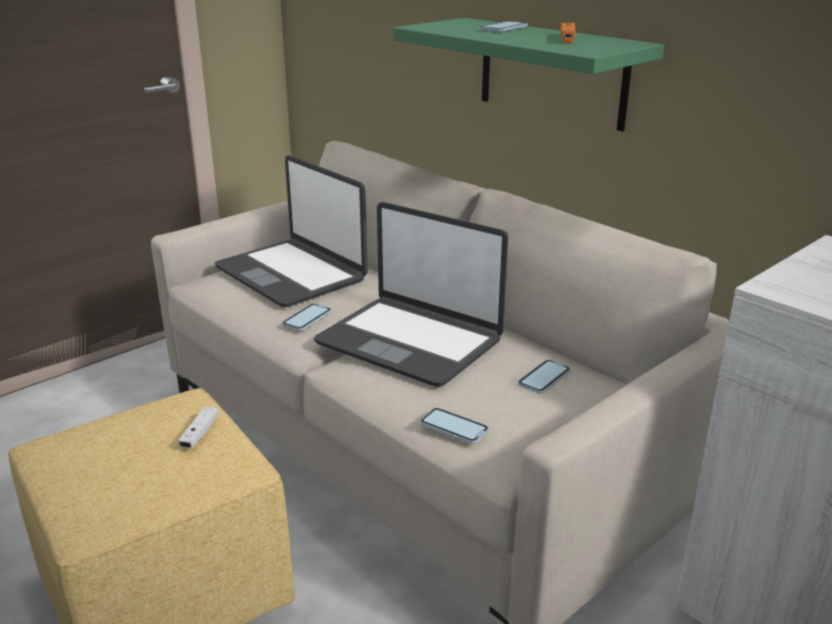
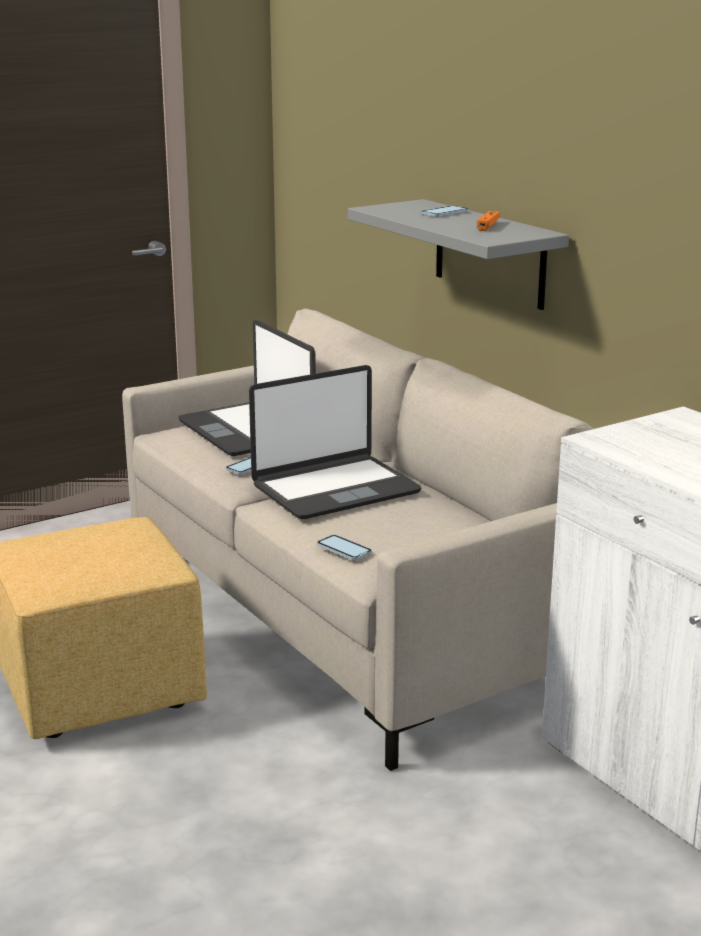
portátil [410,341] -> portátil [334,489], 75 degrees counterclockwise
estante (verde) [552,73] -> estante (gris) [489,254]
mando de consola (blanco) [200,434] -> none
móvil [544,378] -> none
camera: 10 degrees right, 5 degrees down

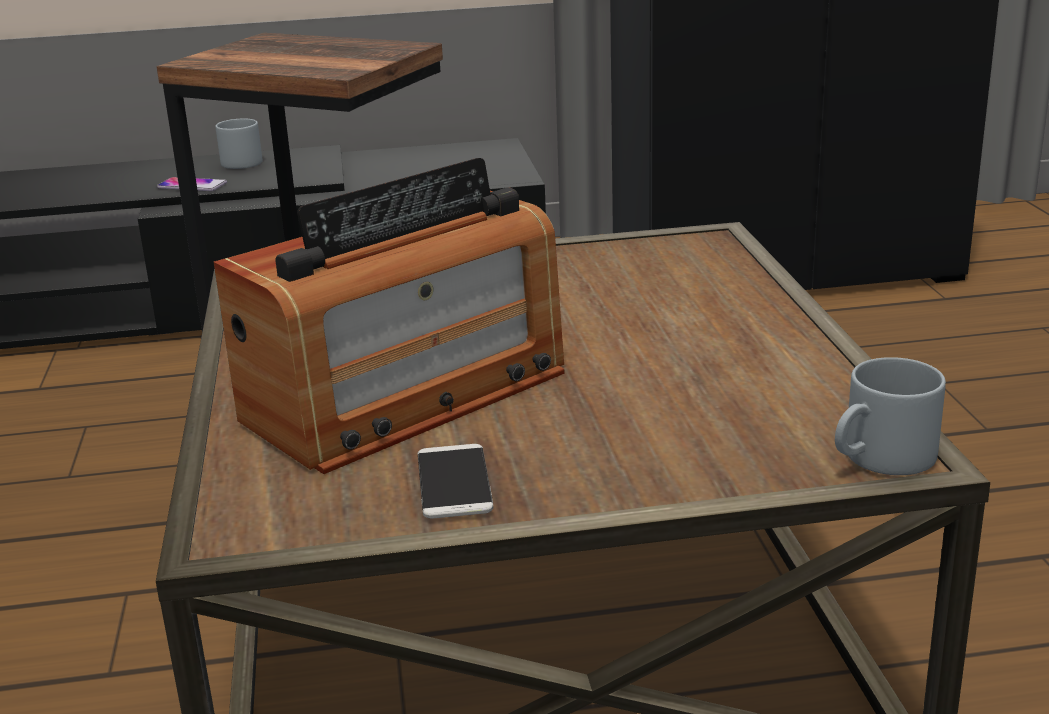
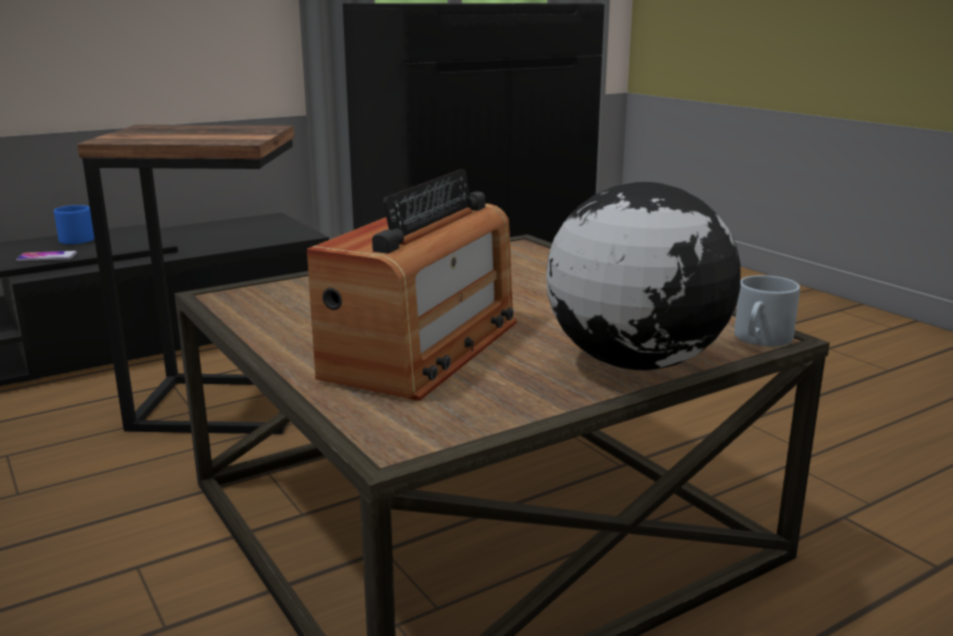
taza grande (gris) [241,161] -> taza grande (azul) [74,239]
none -> globo terráqueo [634,362]
móvil [454,482] -> none
camera: 25 degrees left, 5 degrees down

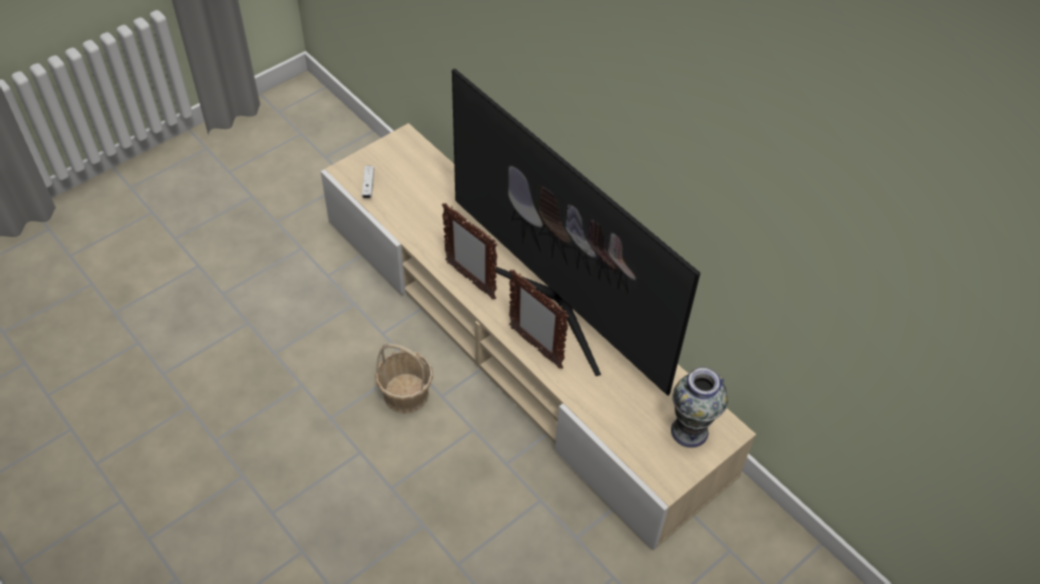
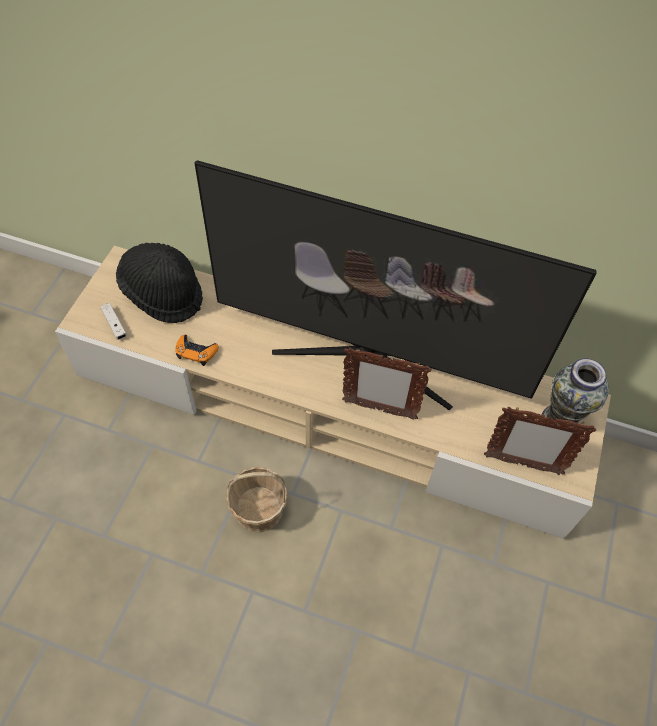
none -> sombrero (negro) [163,293]
none -> mando de consola (naranja) [196,352]
portarretratos [470,280] -> portarretratos [522,464], moved
camera: 30 degrees left, 5 degrees up

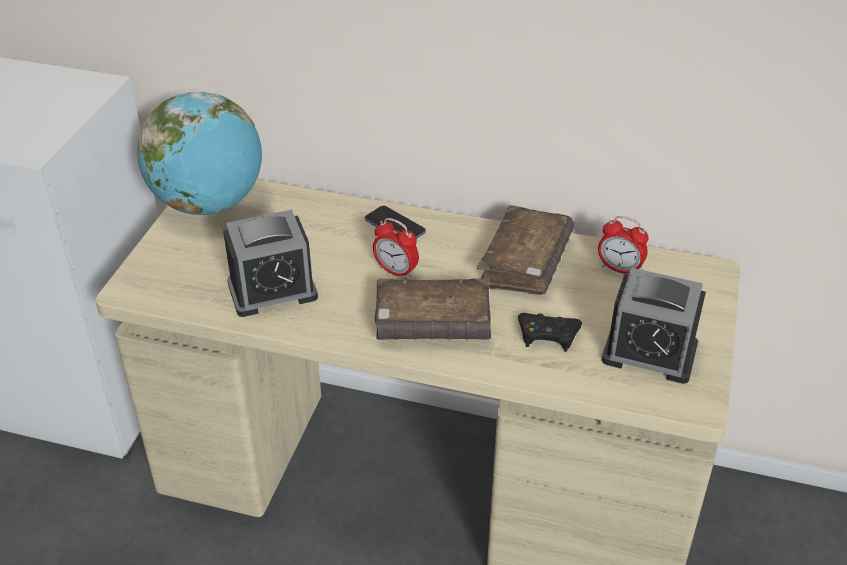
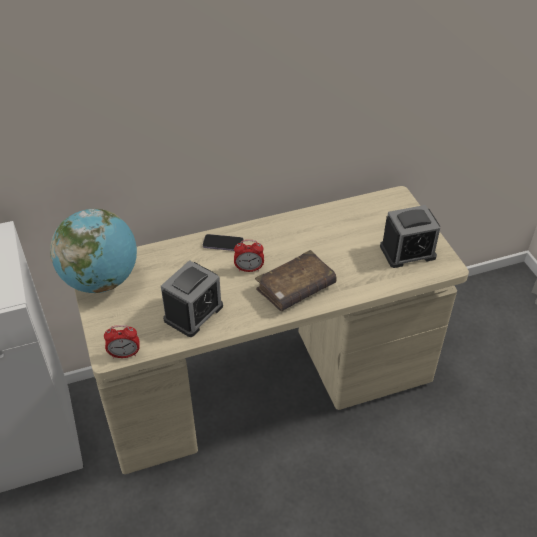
despertador [619,269] -> despertador [124,354], moved
libro (marrón) [525,263] -> none
mando de consola (negro) [548,335] -> none
camera: 35 degrees left, 5 degrees up

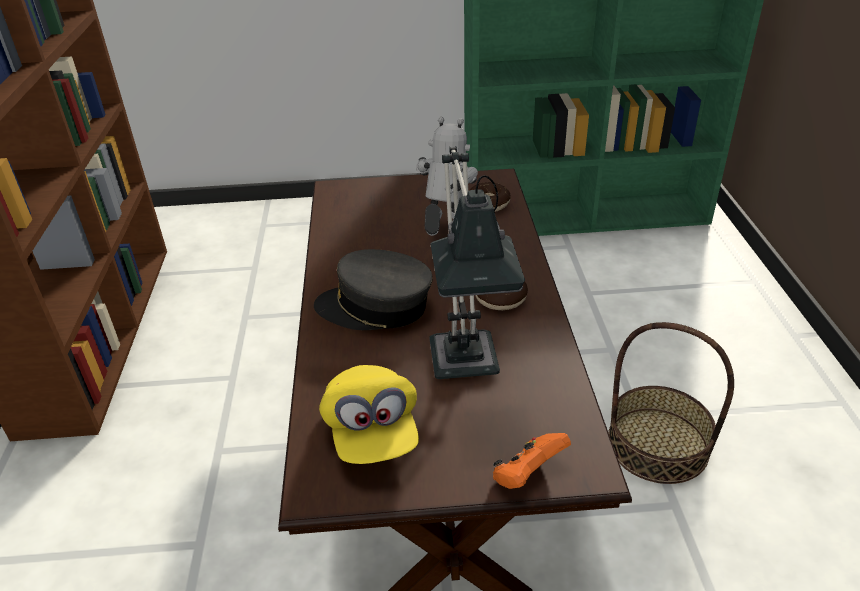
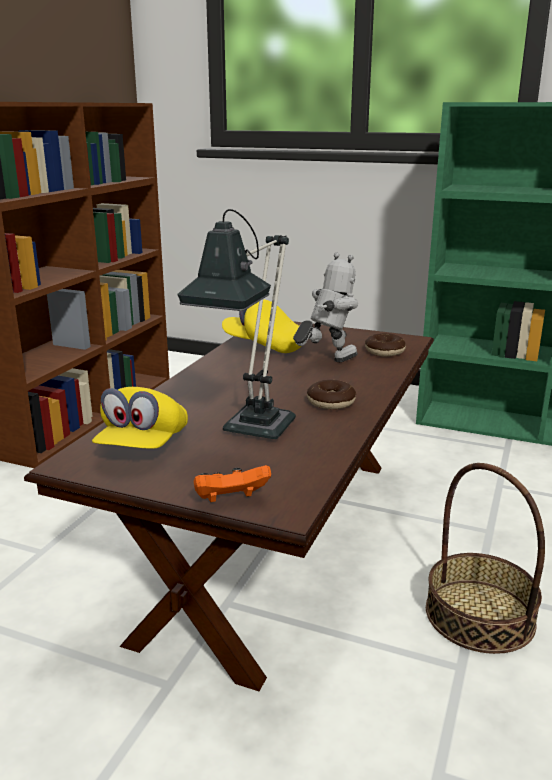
none -> gorra (amarillo) [263,345]
gorra (gris) [375,307] -> none
camera: 25 degrees right, 15 degrees down

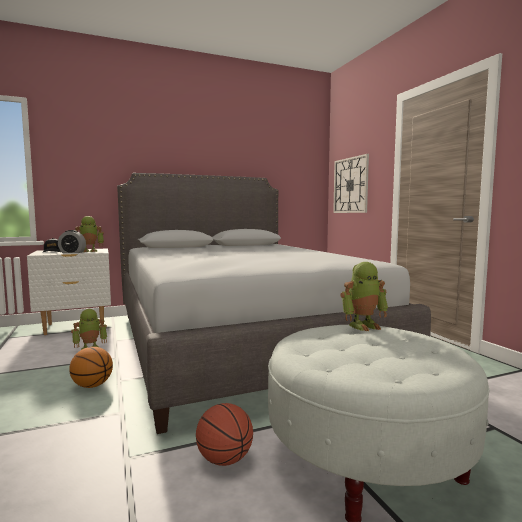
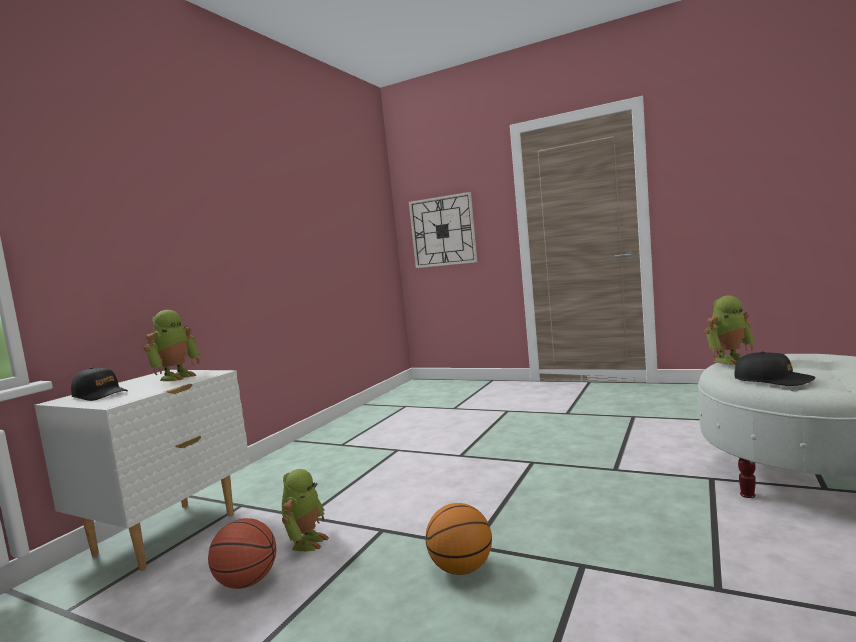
balón de baloncesto [224,460] -> balón de baloncesto [247,582], moved
robot de juguete [363,325] -> robot de juguete [730,360], 45 degrees clockwise
none -> gorra (negro) [772,380]
despertador [72,252] -> none
cama (gris) [239,340] -> none
camera: 40 degrees left, 0 degrees up

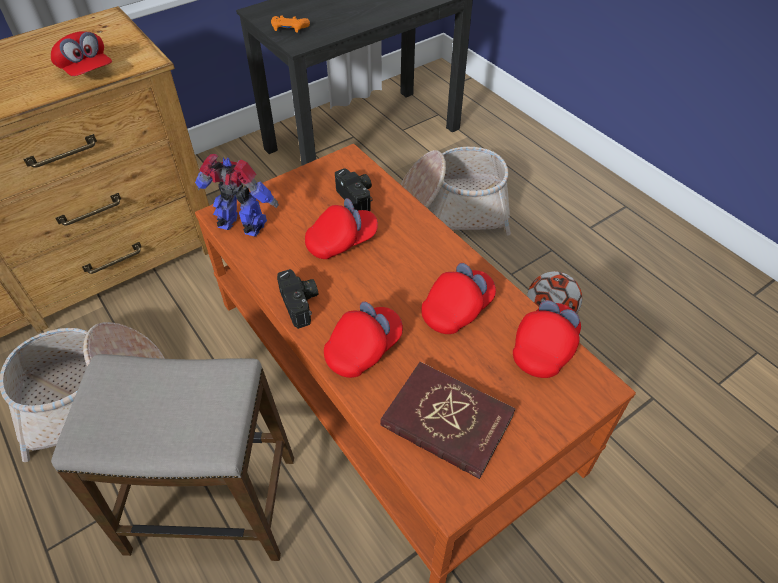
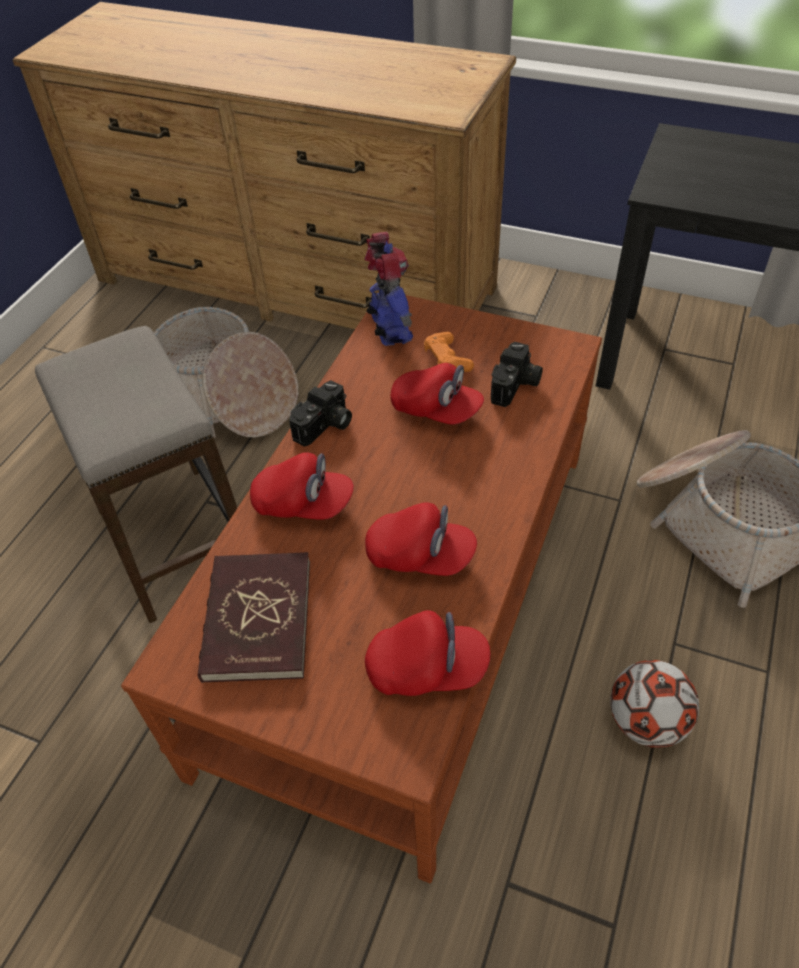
mando de consola (naranja) [289,29] -> mando de consola (naranja) [447,359], moved
gorra (rojo) [86,71] -> none
camera: 60 degrees right, 0 degrees up

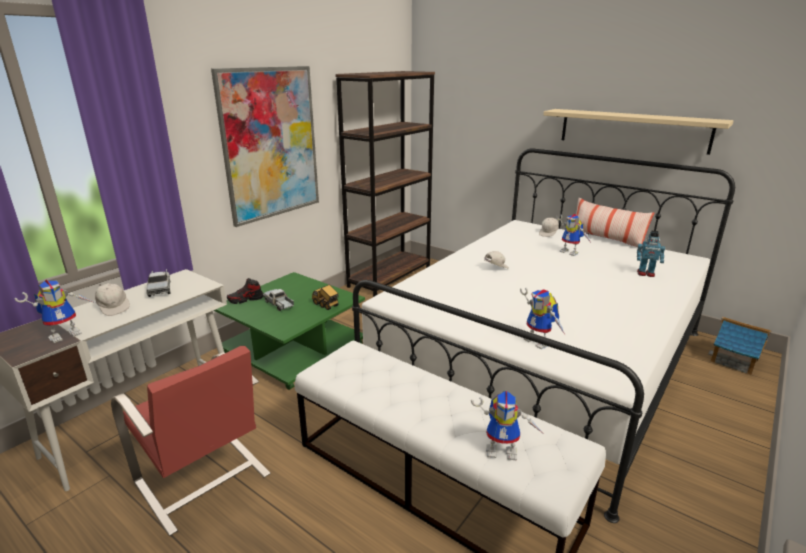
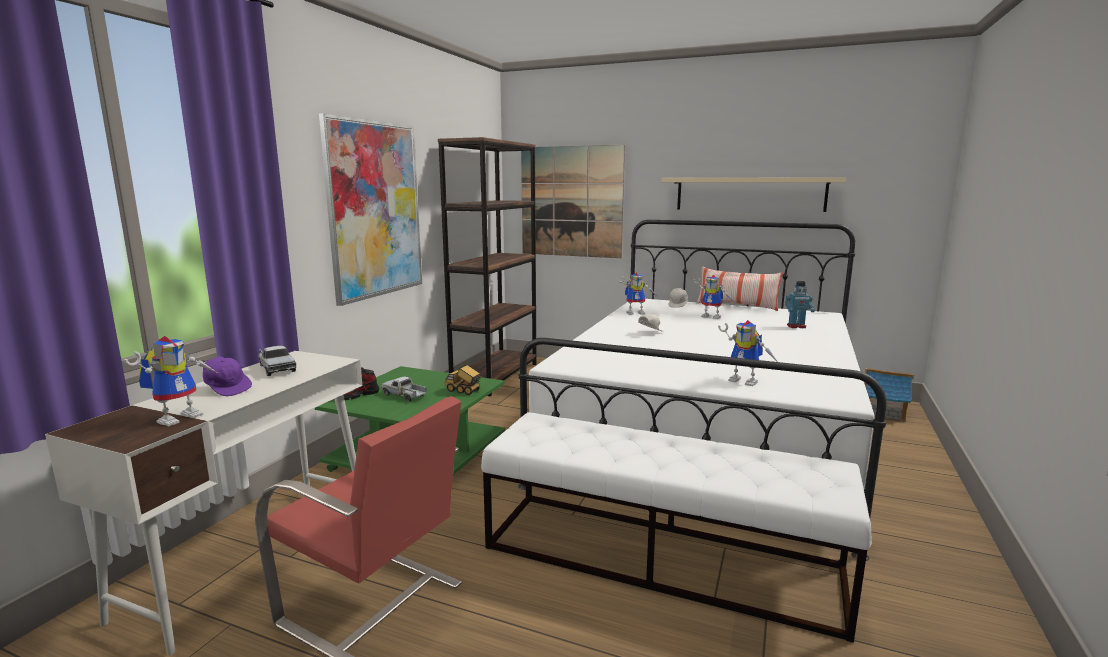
gorra (blanco) [114,307] -> gorra (morado) [227,389]
none -> cuadro [571,202]
robot de juguete [504,450] -> robot de juguete [636,313], moved
camera: 15 degrees left, 10 degrees down

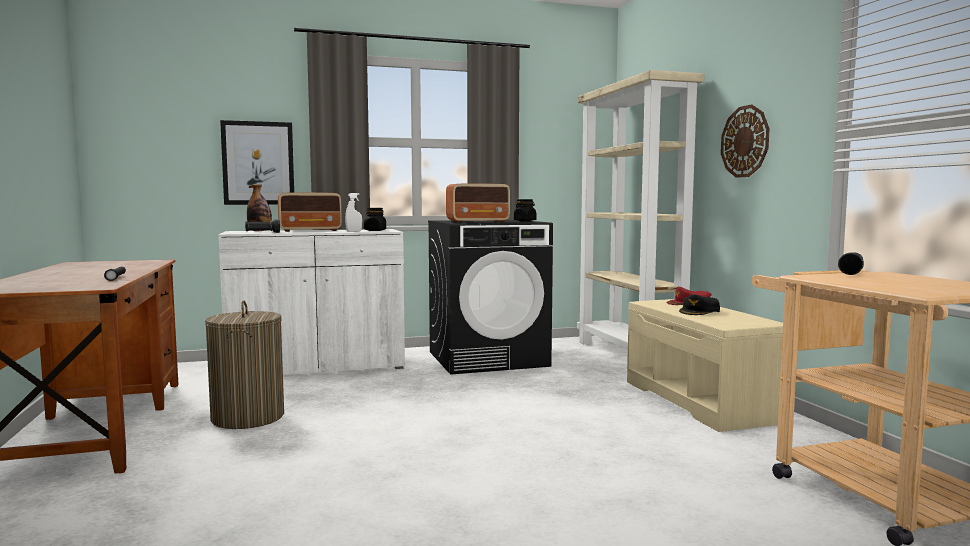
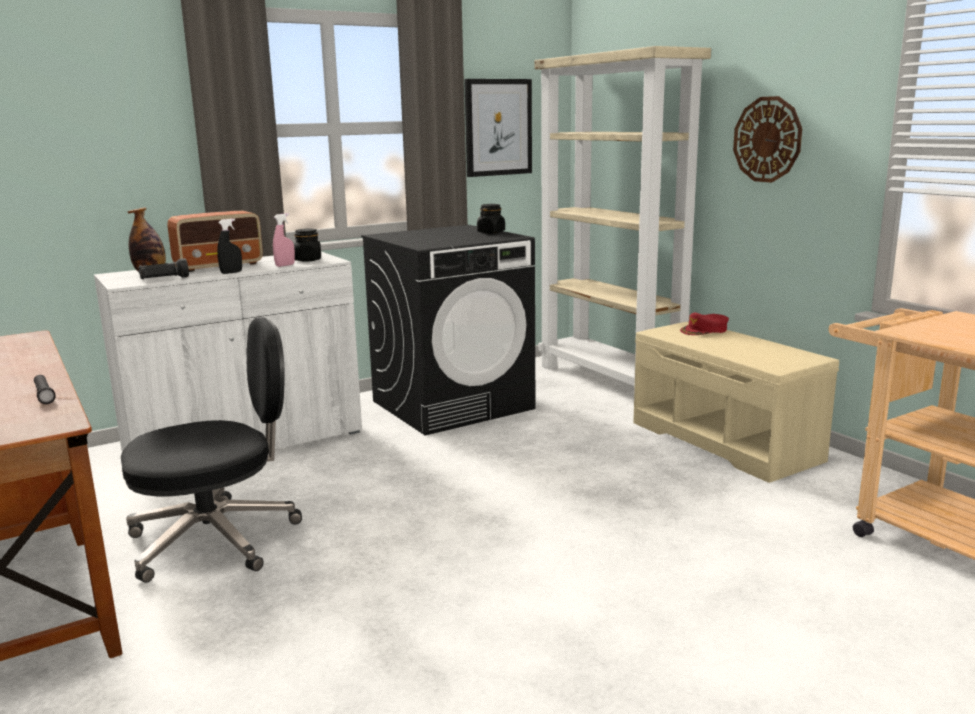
cesto de la ropa [248,417] -> silla de oficina (negro) [217,539]
none -> pulverizador (negro) [231,272]
pulverizador (blanco) [354,231] -> pulverizador (rosa) [285,265]
cuadro [258,163] -> cuadro [498,127], moved
radio [478,222] -> none
gorra (negro) [699,311] -> none
linterna (negro) [851,272] -> none
camera: 15 degrees left, 10 degrees up

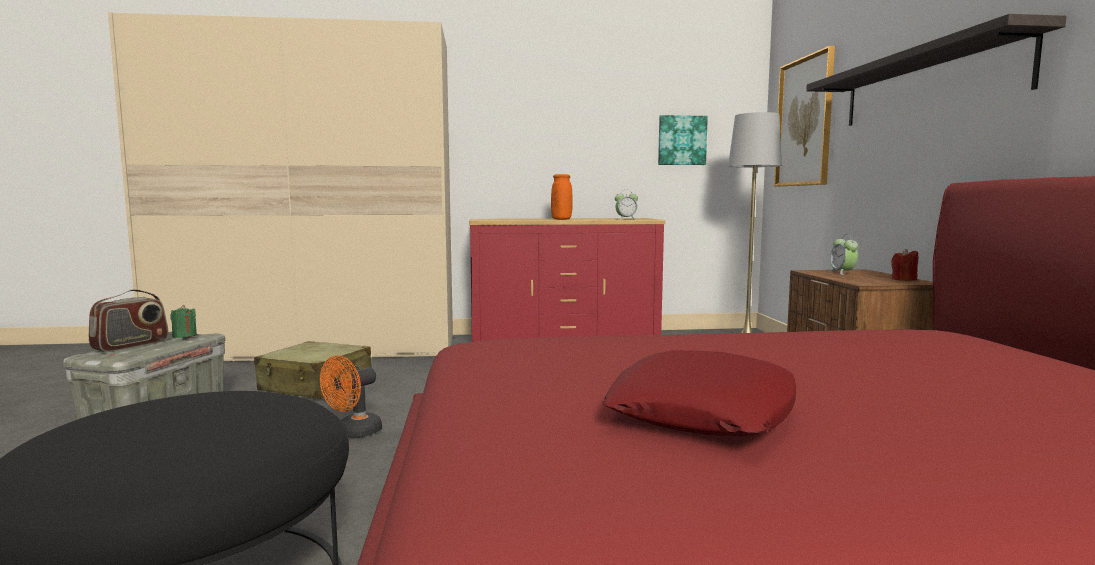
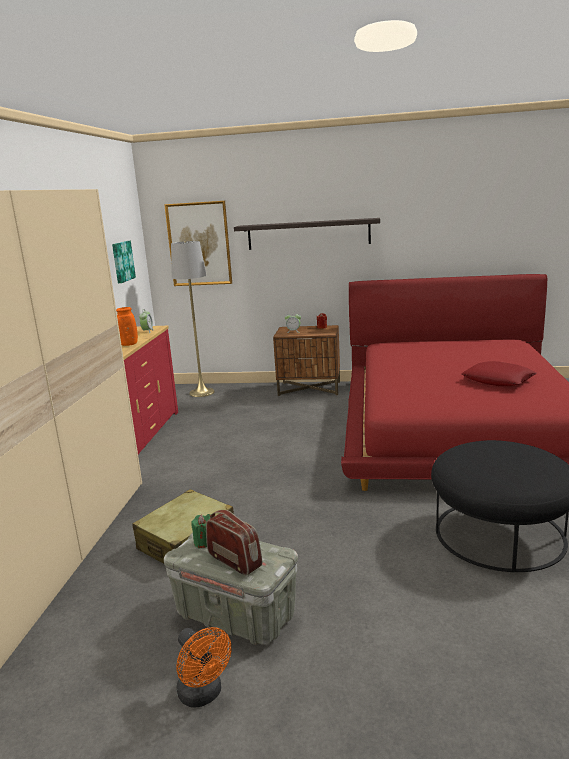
ventilador (naranja) [353,433] -> ventilador (naranja) [204,695], moved
camera: 75 degrees left, 10 degrees up

